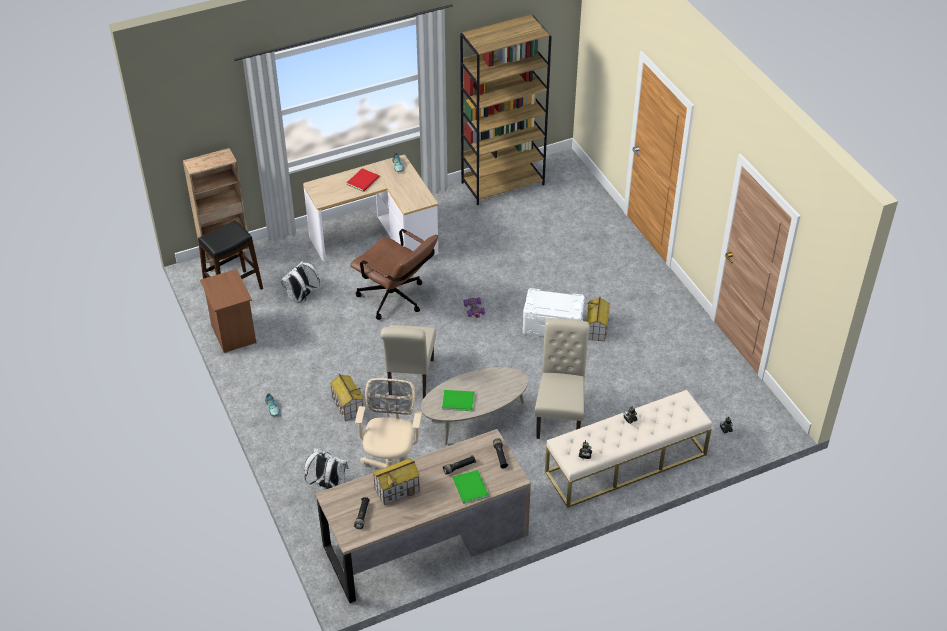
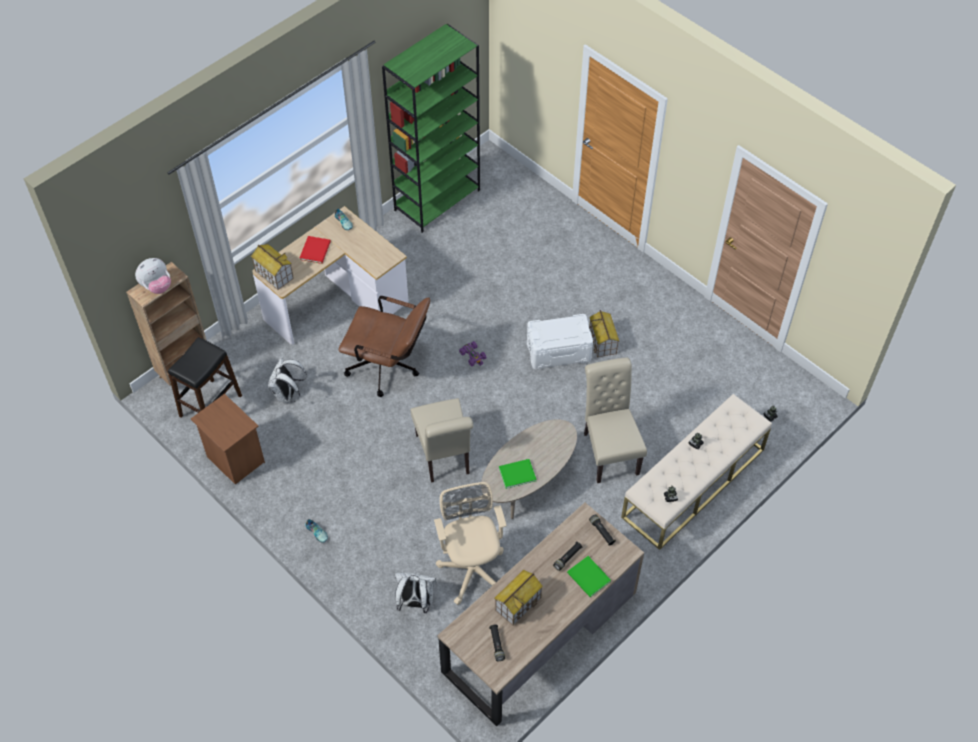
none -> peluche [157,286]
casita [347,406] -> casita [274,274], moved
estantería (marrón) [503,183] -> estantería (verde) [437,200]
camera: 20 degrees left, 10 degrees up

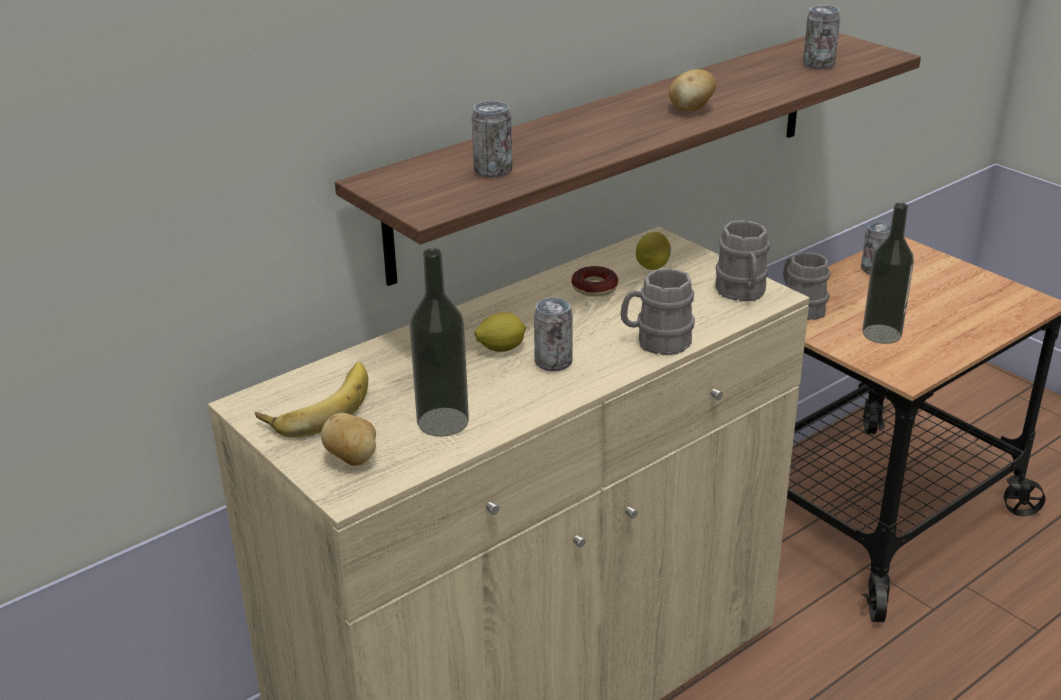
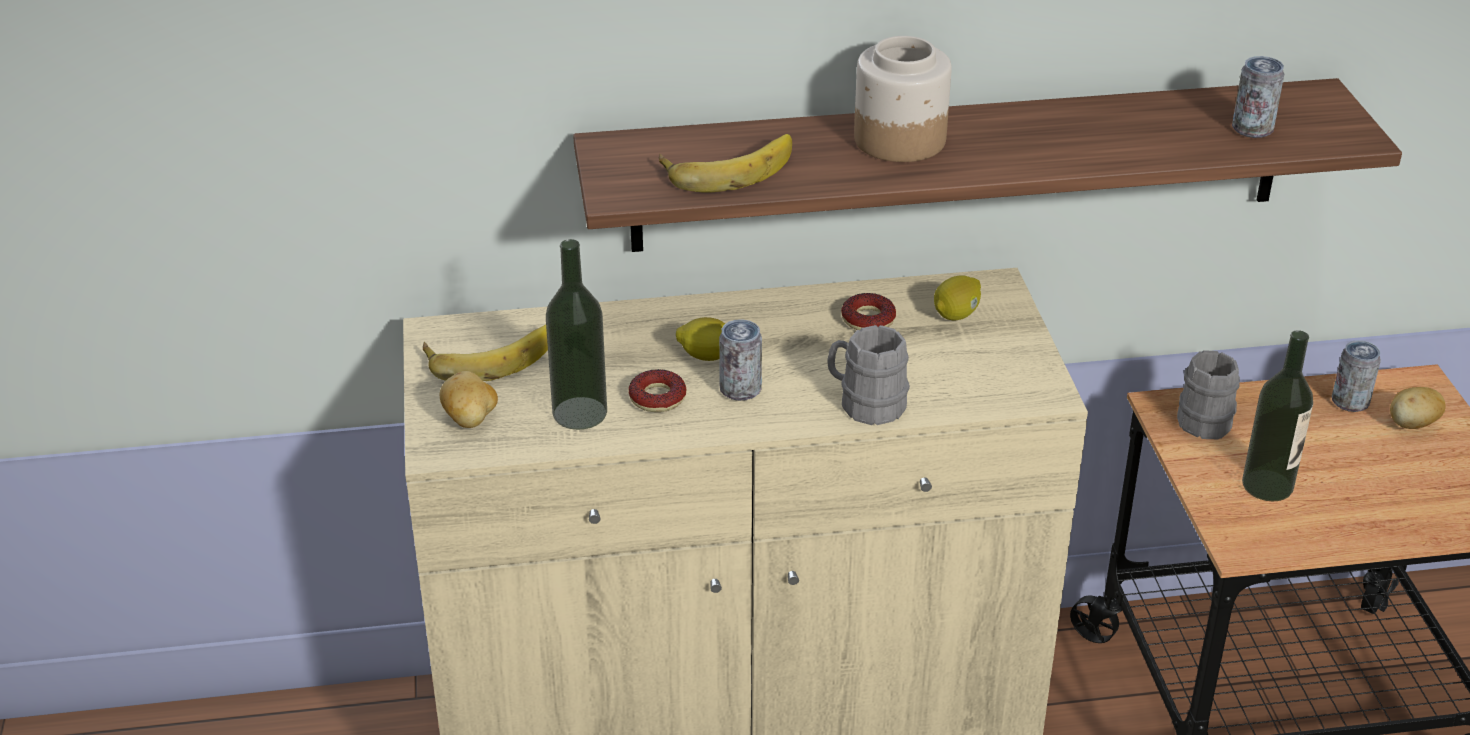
none -> rosquilla [657,397]
lata [493,171] -> plátano [727,167]
none -> tarro [898,140]
patata [691,109] -> patata [1412,425], moved
taza grande (gris) [742,293] -> none
camera: 30 degrees right, 5 degrees up

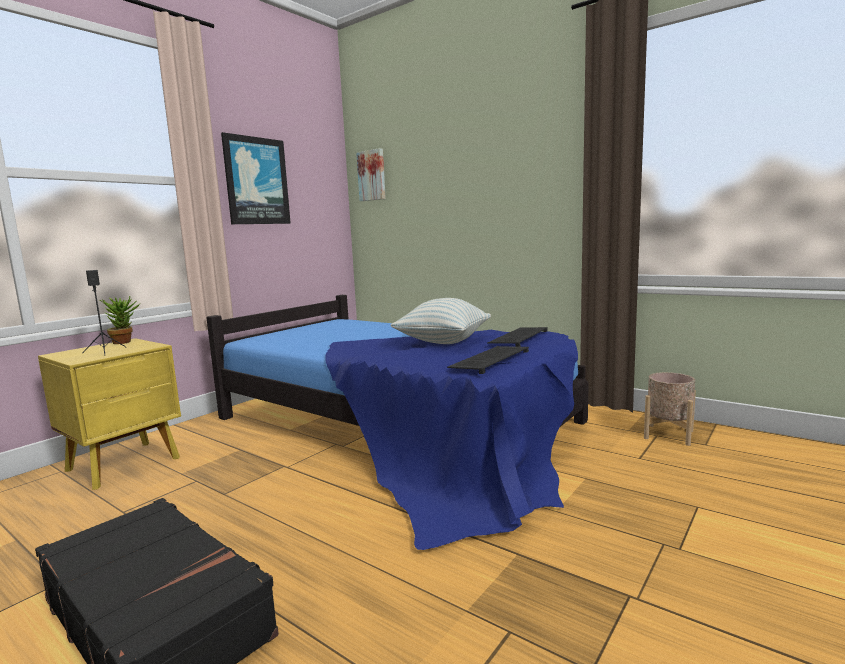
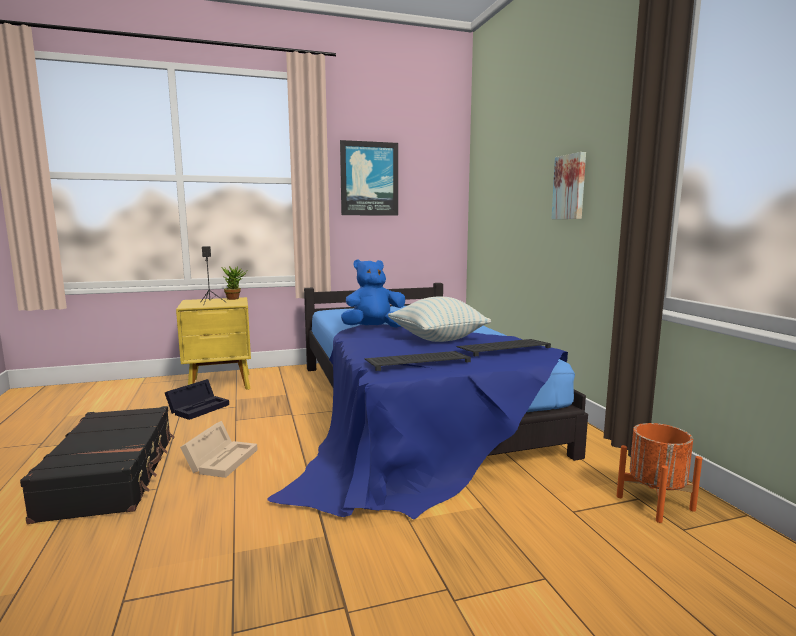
none -> caja de almacenaje (negro) [199,408]
none -> caja de almacenaje (beis) [222,459]
none -> peluche (azul) [374,328]
cuadro [372,175] -> cuadro [570,187], moved
maceta (beis) [668,434] -> maceta (naranja) [655,503]
camera: 35 degrees right, 0 degrees up

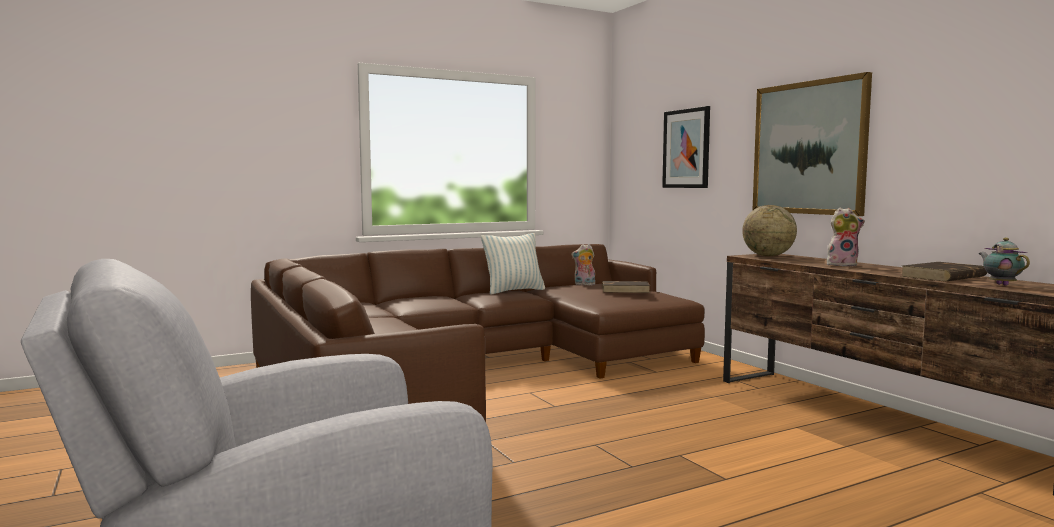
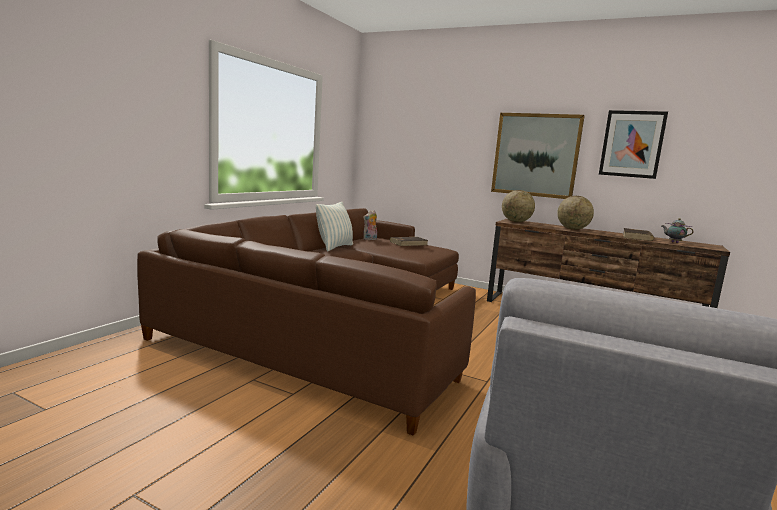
peluche [842,265] -> globo terráqueo [572,229]
cuadro [686,148] -> cuadro [632,144], moved
camera: 35 degrees left, 5 degrees up

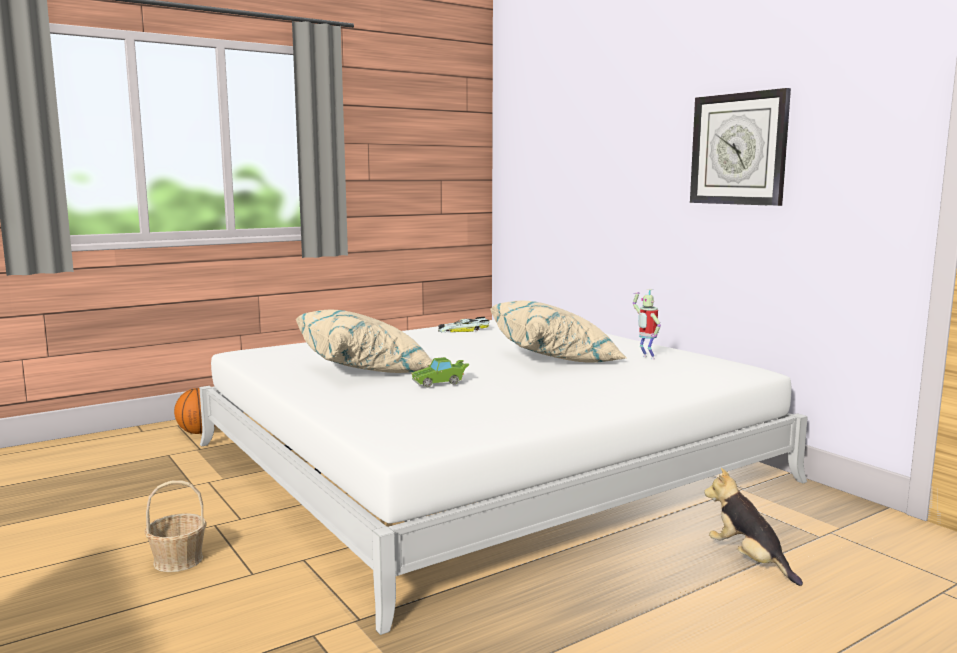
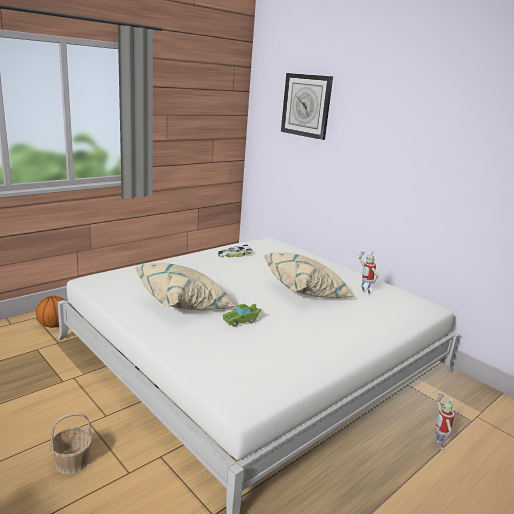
reloj de pared [739,149] -> reloj de pared [306,105], moved
peluche [749,560] -> robot de juguete [437,444]
camera: 10 degrees left, 10 degrees up

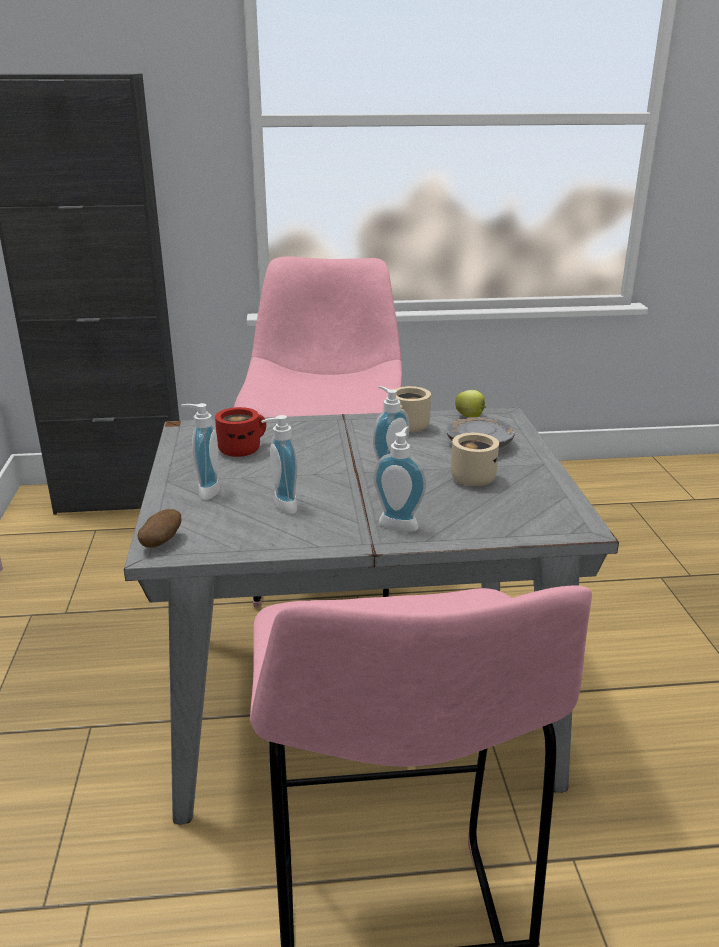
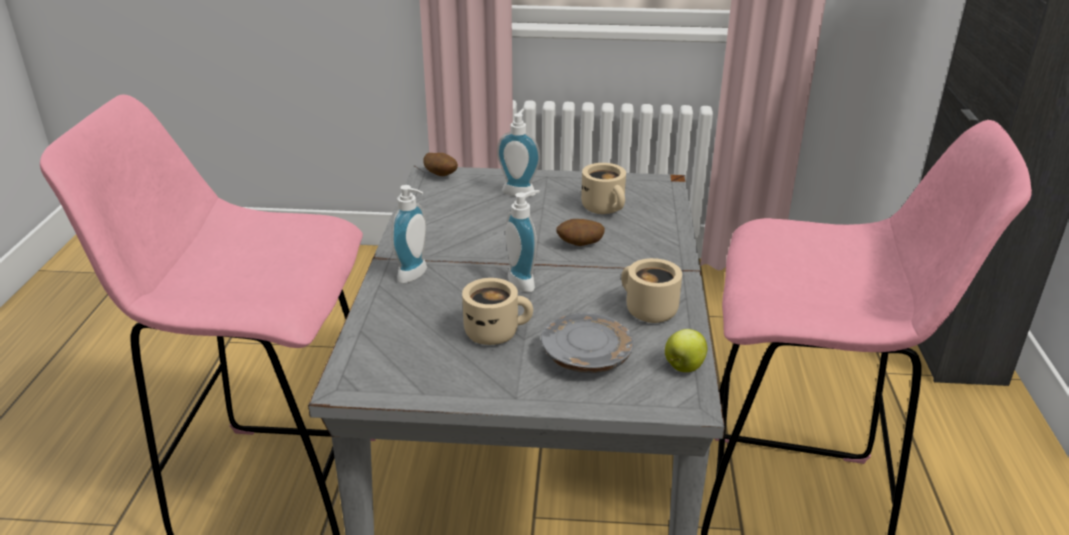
none -> patata [580,245]
taza grande (rojo) [241,449] -> taza grande (beis) [606,208]
dispensador de jabón [281,506] -> none
camera: 100 degrees right, 5 degrees up

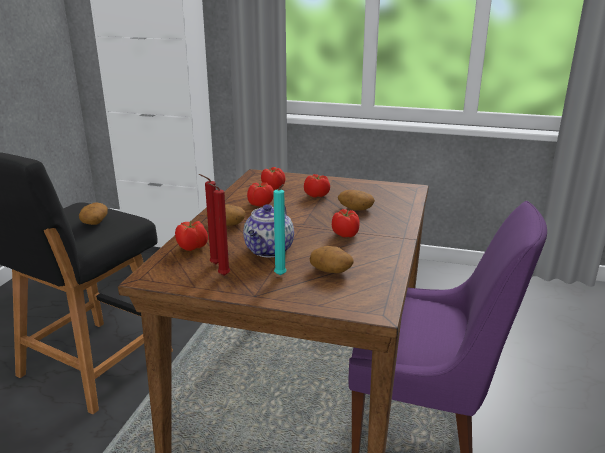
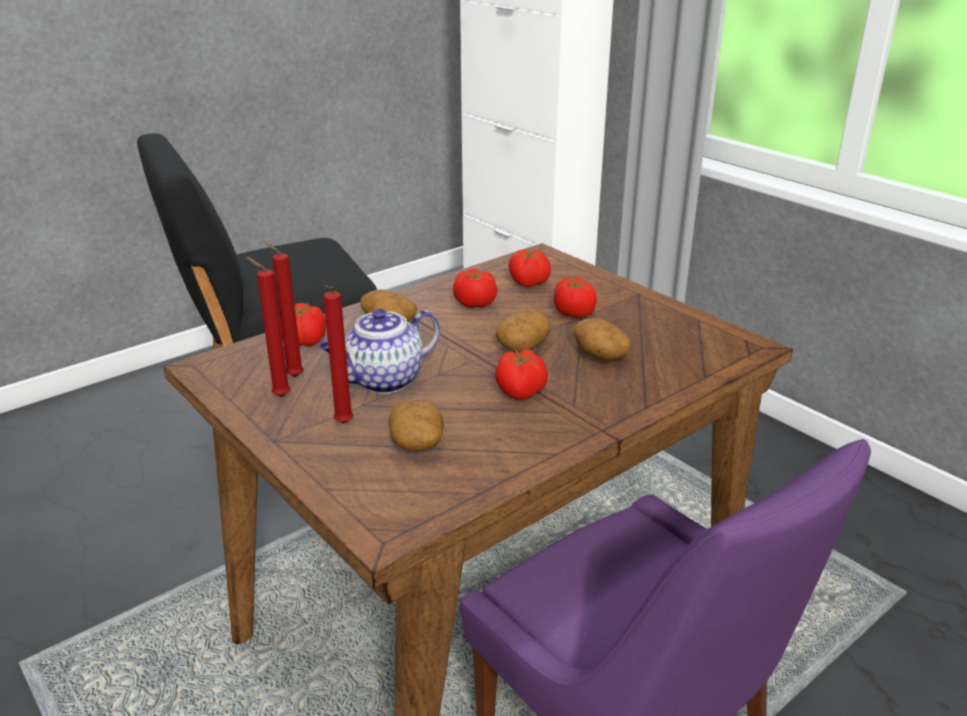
vela (turquesa) [281,276] -> vela (rojo) [343,425]
patata [94,221] -> patata [523,345], moved
camera: 35 degrees right, 5 degrees up

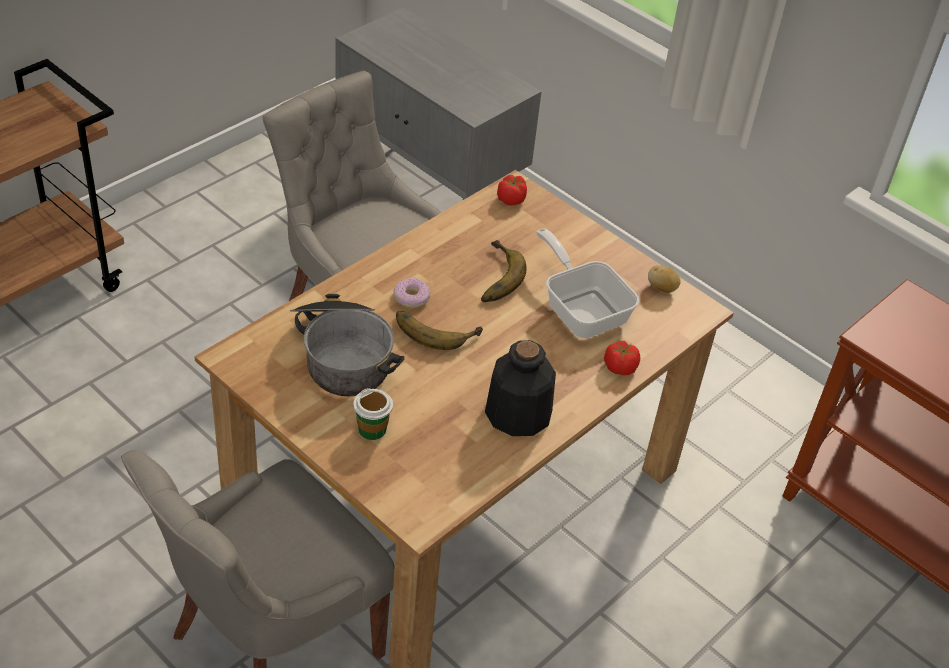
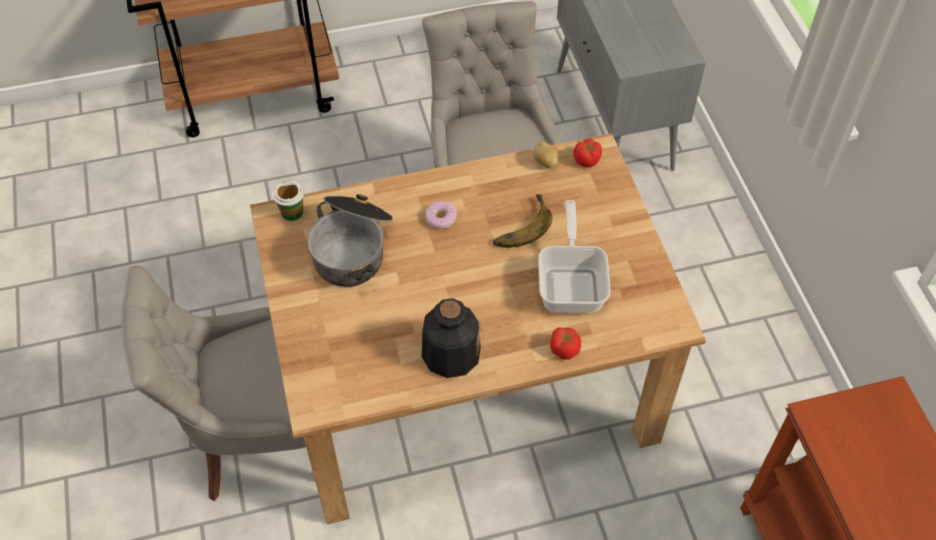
taza [372,429] -> taza [292,212], moved
patata [662,288] -> patata [545,162], moved
plátano [436,329] -> none
camera: 35 degrees right, 10 degrees up

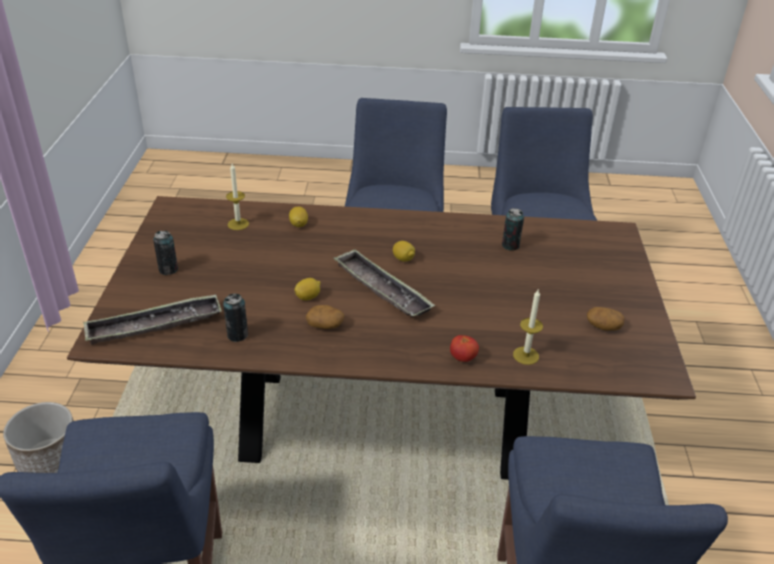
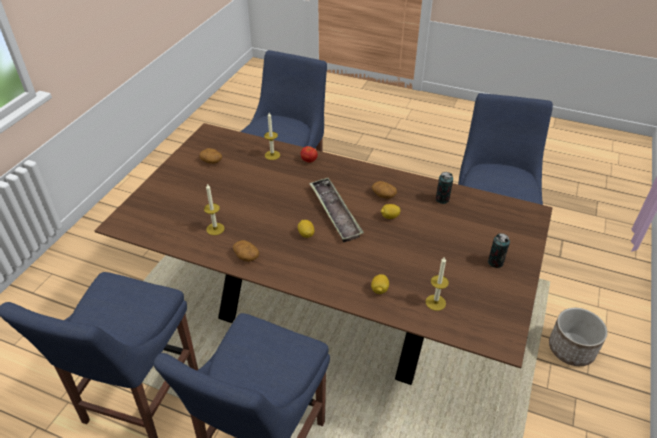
lata [510,245] -> vela [215,229]
none -> patata [246,256]
bandeja [154,325] -> none
camera: 160 degrees left, 5 degrees up

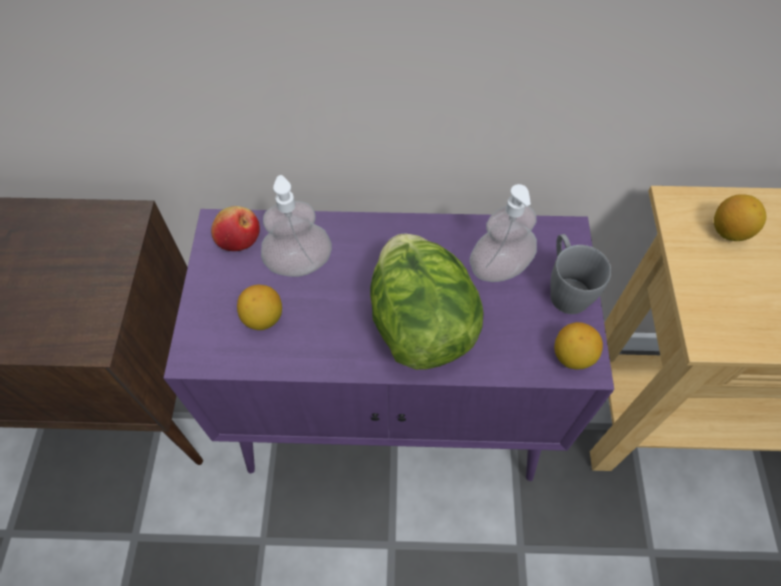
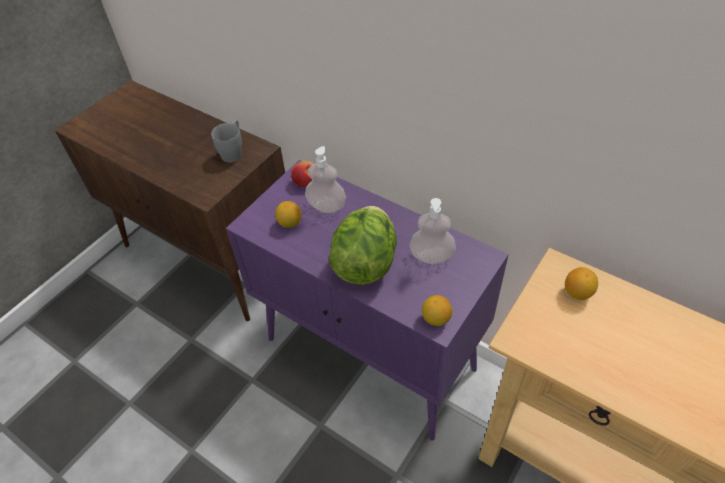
taza grande (gris) [564,289] -> taza grande (gris) [234,151], moved
camera: 35 degrees right, 10 degrees down

